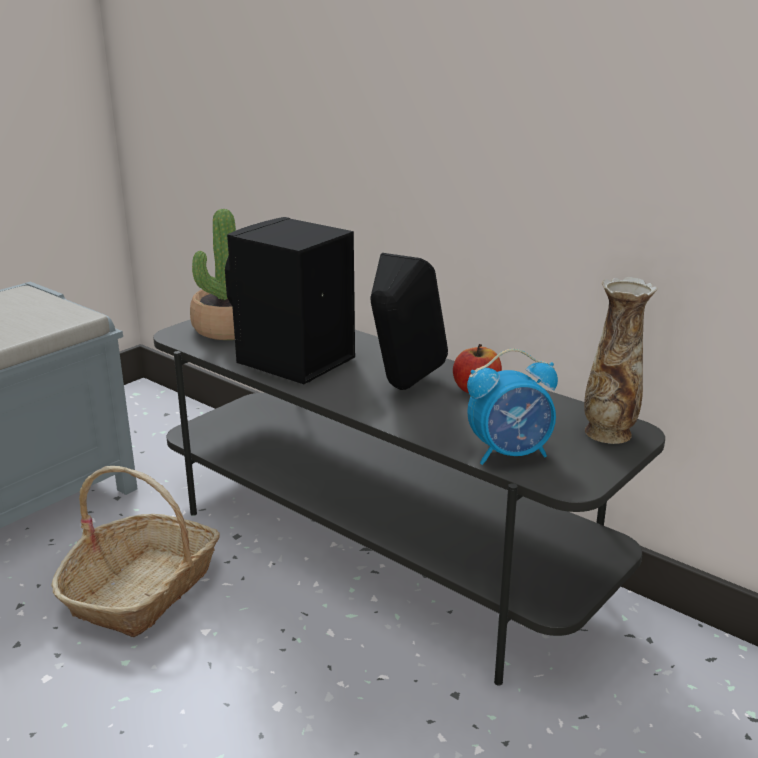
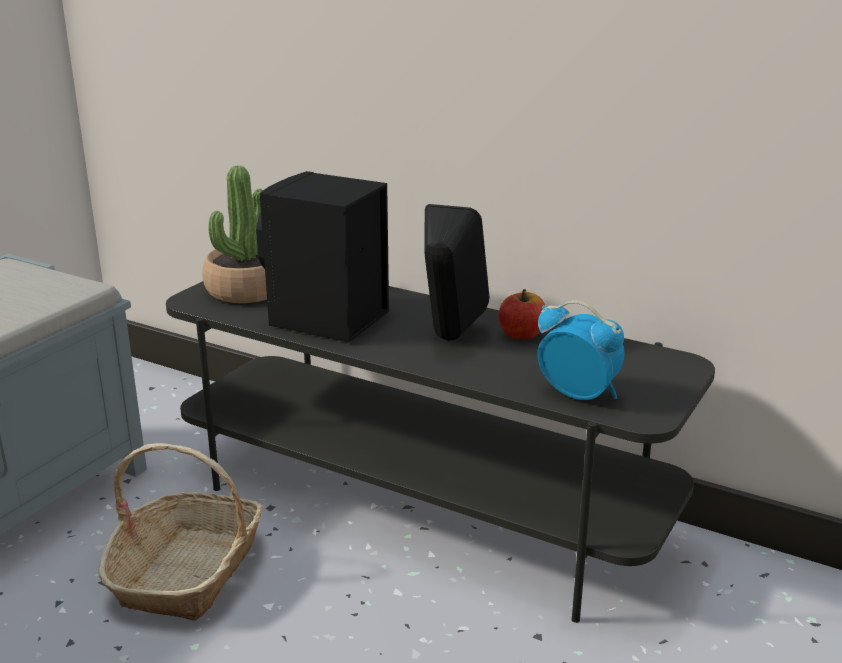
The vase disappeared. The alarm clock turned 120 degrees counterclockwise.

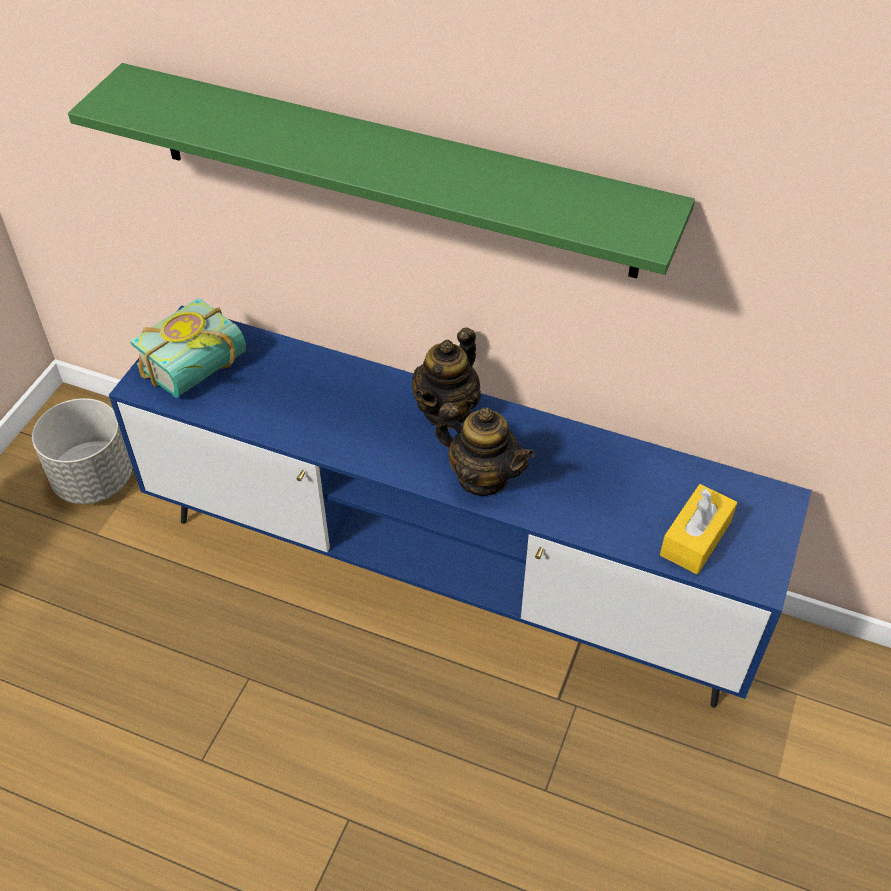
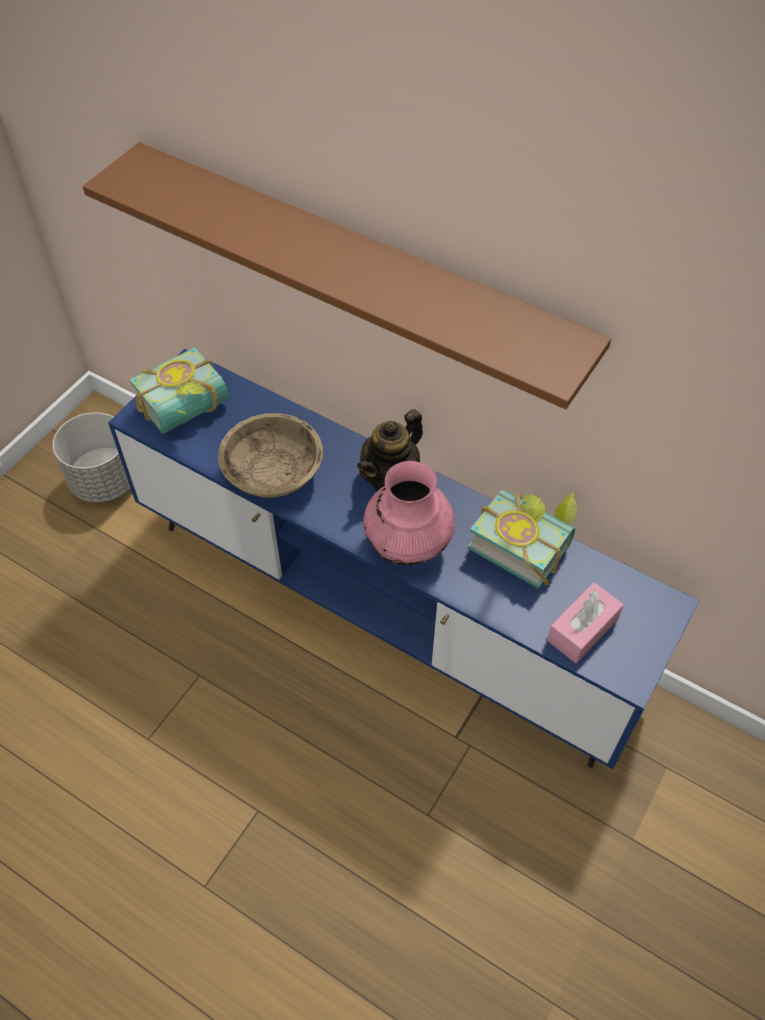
The green shelf became the brown shelf. The teapot (2nd from left) was replaced by the pink vase. The yellow tissue box became the pink tissue box. The beige bowl appeared. The book (2nd from left) appeared.

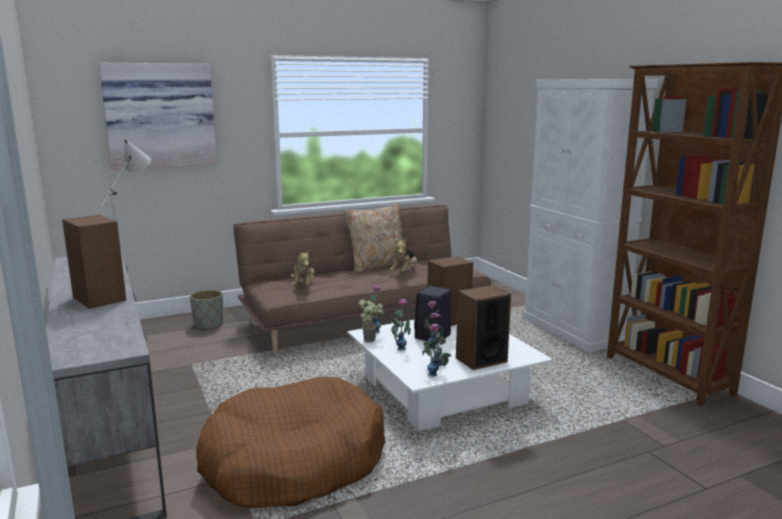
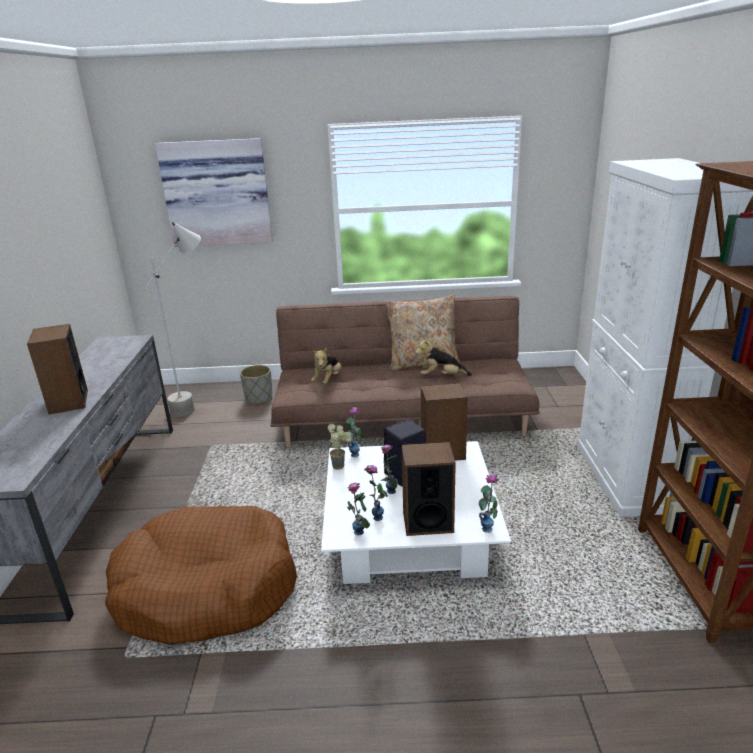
The plush toy (2nd from left) turned 45 degrees clockwise. The vase (2nd from left in the first image) moved.

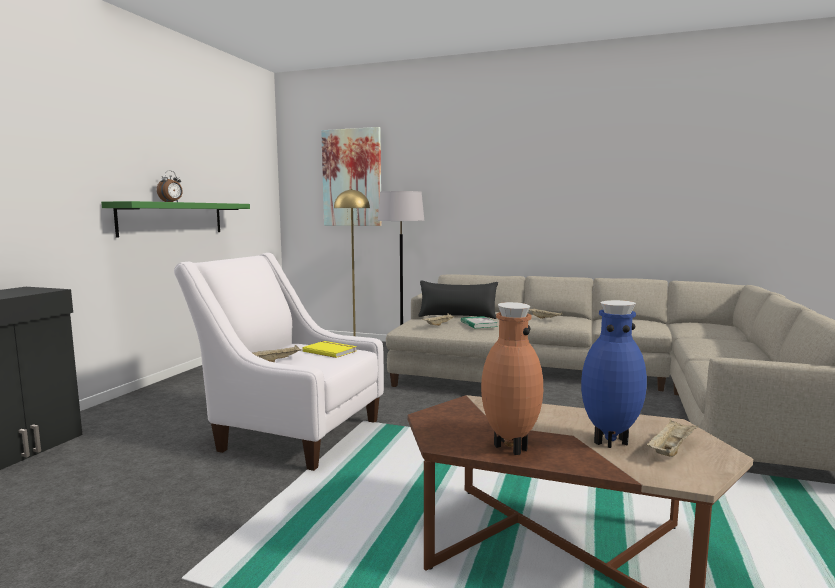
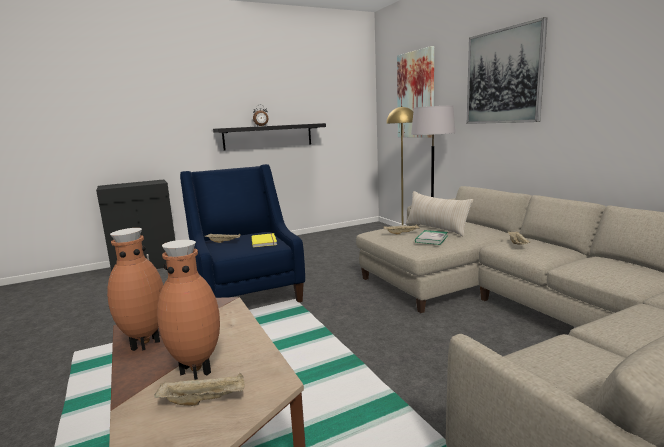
The green shelf became the black shelf. The white armchair became the blue armchair. The black pillow became the beige pillow. The blue vase became the brown vase (2nd from left). The picture (2nd from left) appeared.

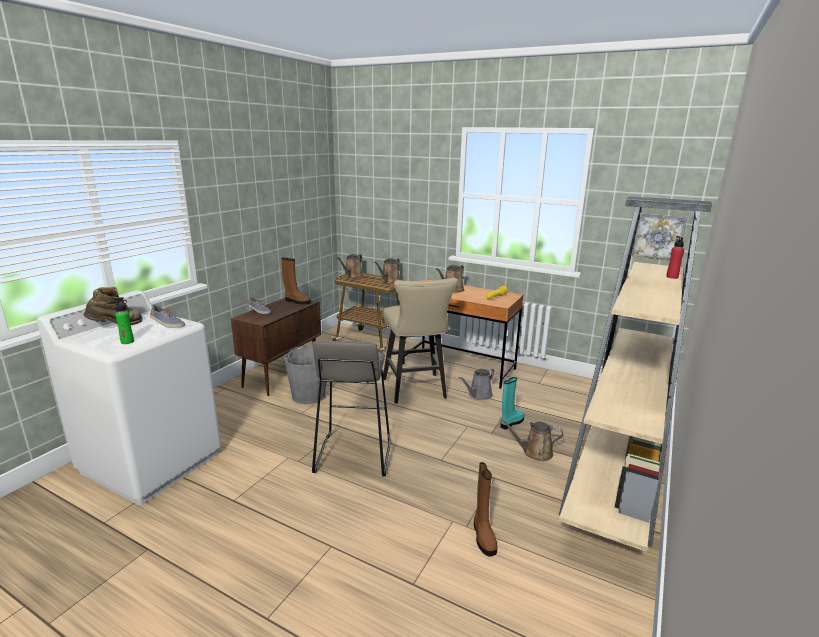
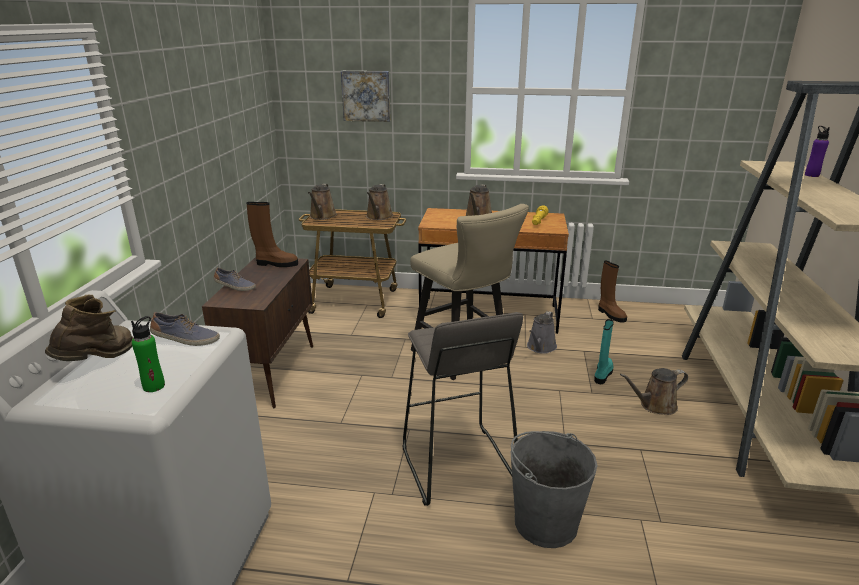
The picture moved. The red bottle became the purple bottle. The grey bucket moved. The brown boot (3rd from left) moved.

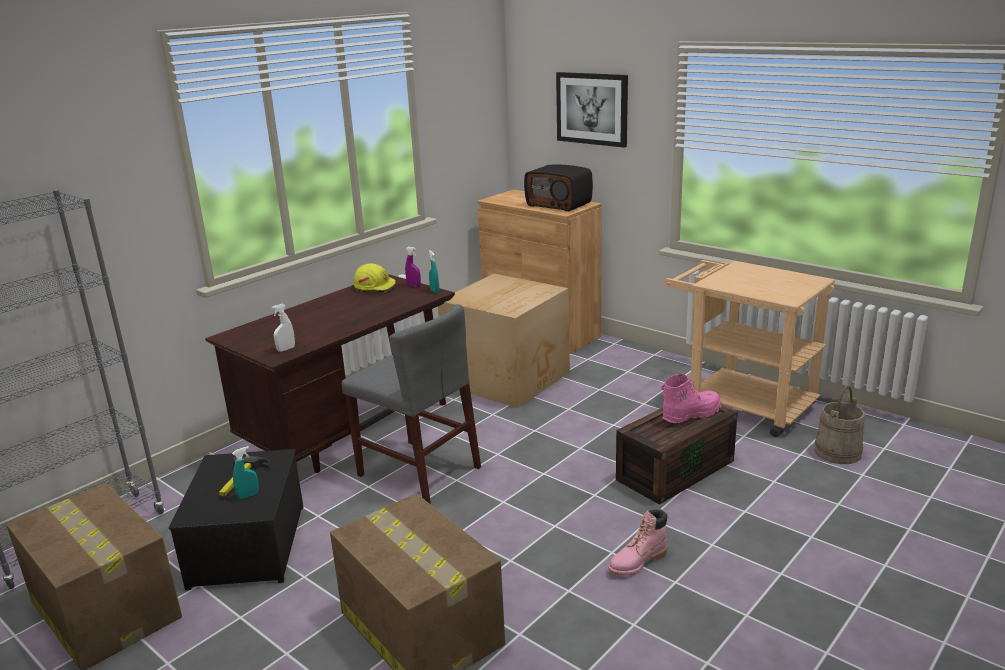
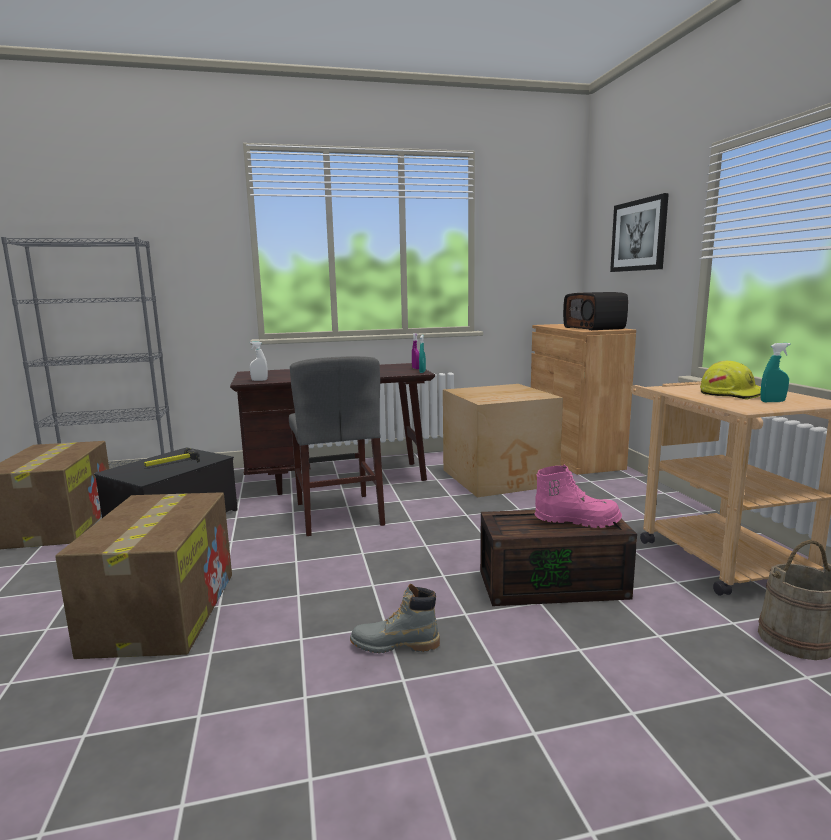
The yellow hard hat moved. The turquoise spray bottle (1st from left in the first image) moved. The pink boot (1st from left) became the grey boot.

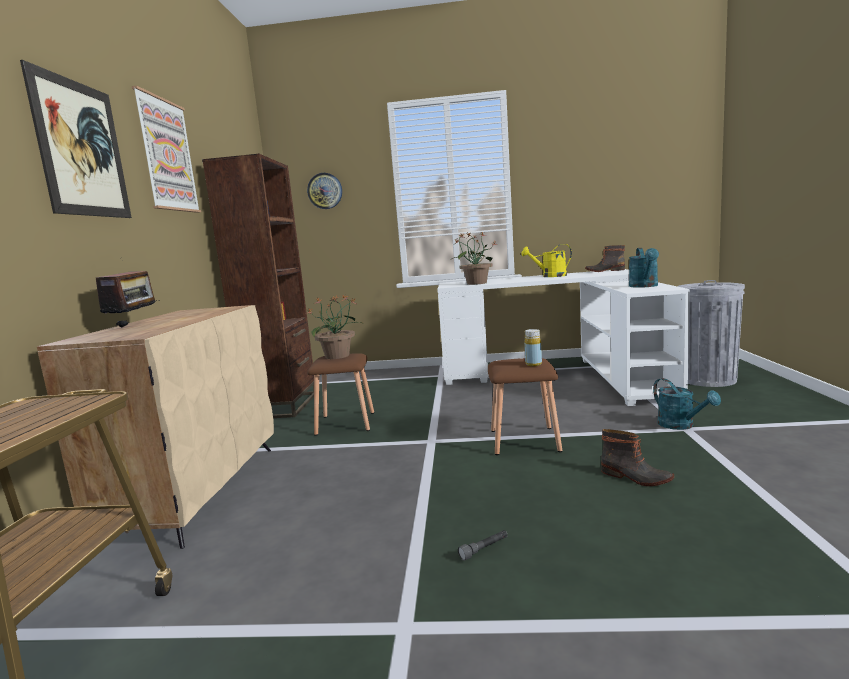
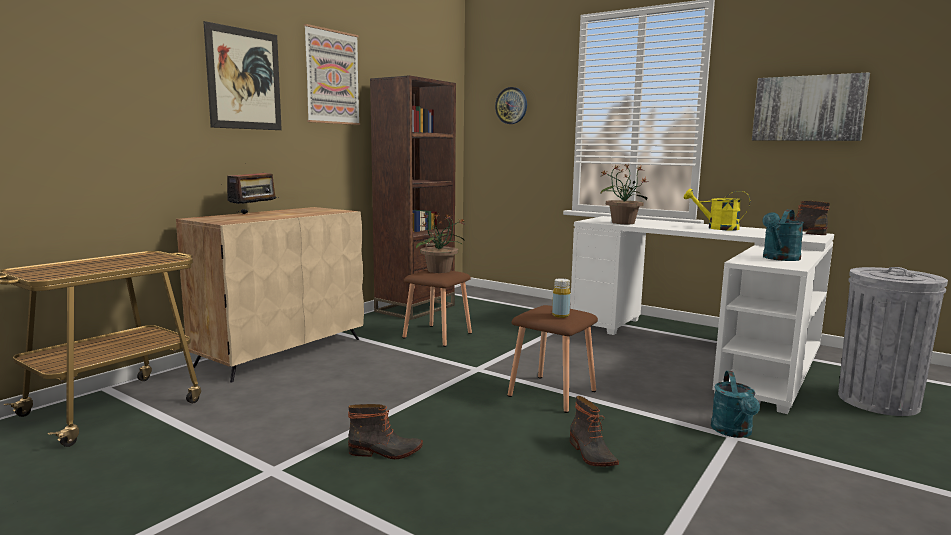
The grey flashlight was replaced by the boot (1st from left). The picture (3rd from left) appeared.

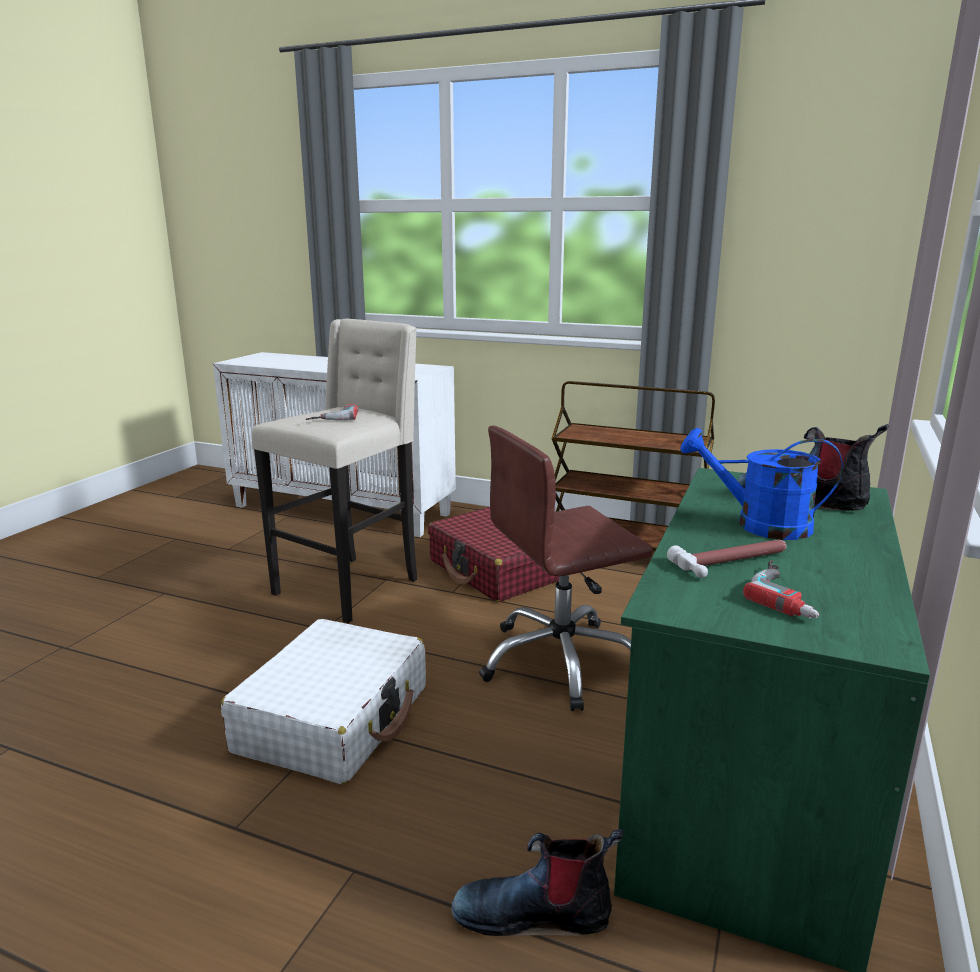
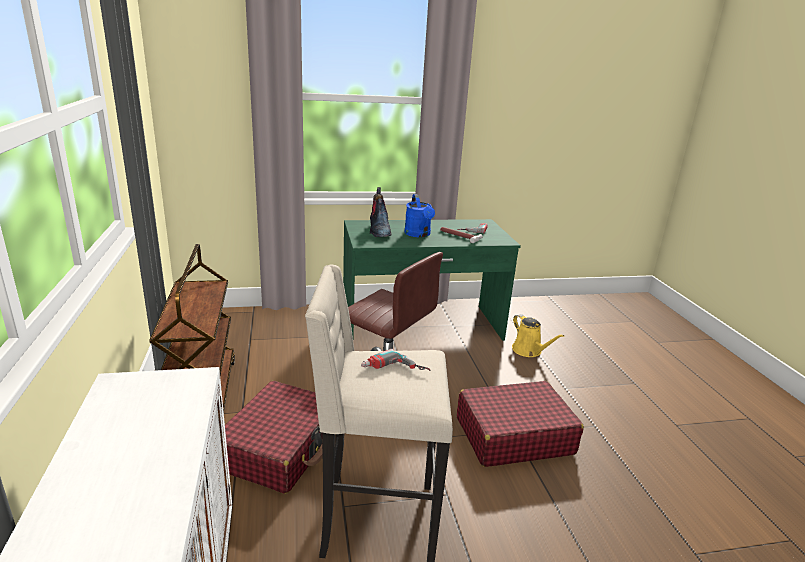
The white suitcase became the red suitcase (2nd from left). The boot (1st from left) was replaced by the yellow watering can.

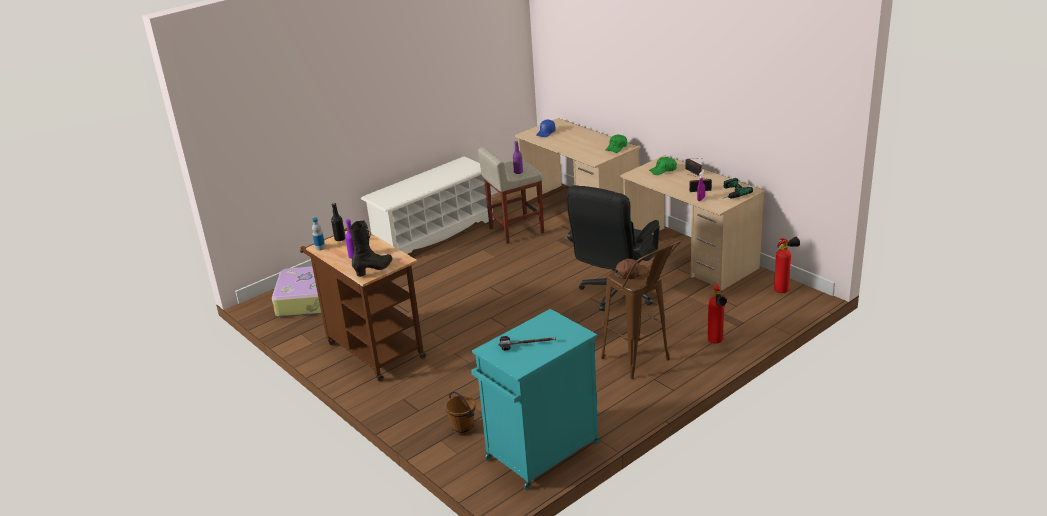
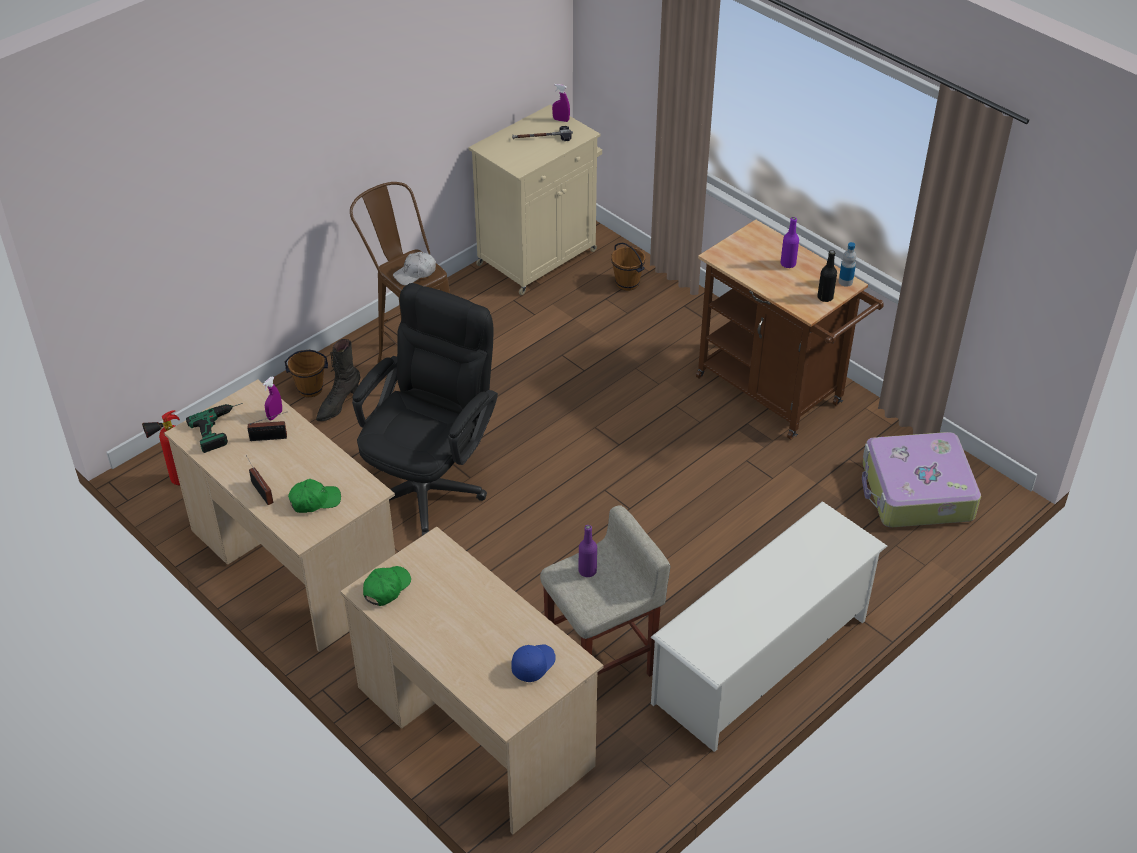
The black boot moved. The brown cap became the white cap. The fire extinguisher (1st from left) was replaced by the brown bucket (1st from left). The turquoise cabinet became the beige cabinet. The purple spray bottle (2nd from left) appeared.

